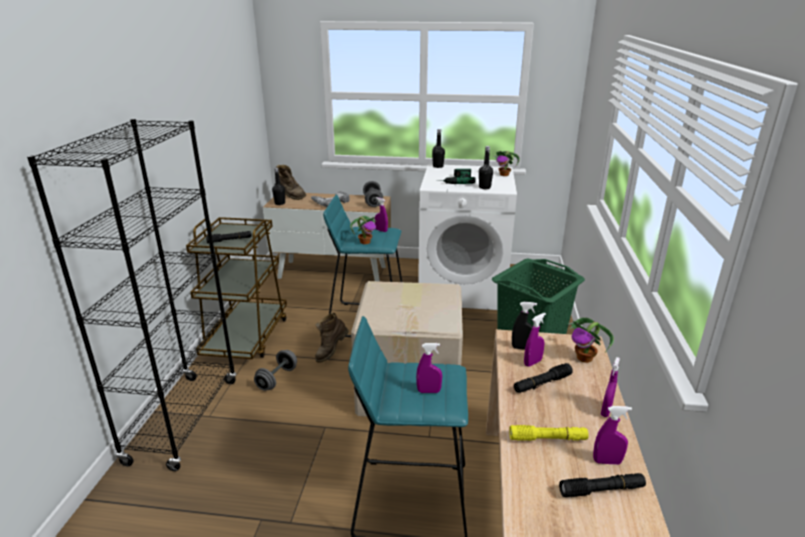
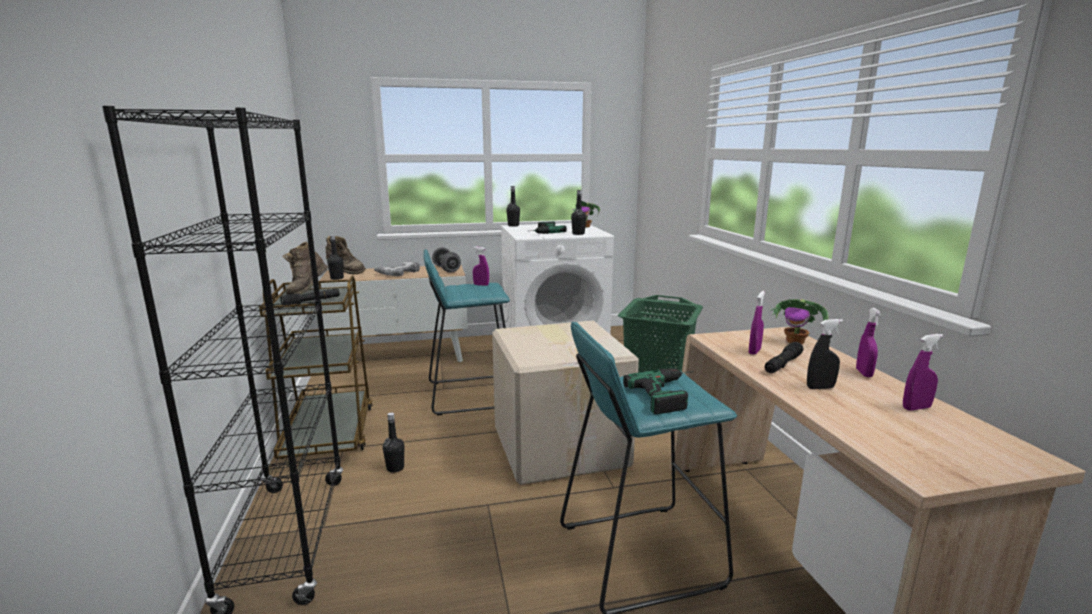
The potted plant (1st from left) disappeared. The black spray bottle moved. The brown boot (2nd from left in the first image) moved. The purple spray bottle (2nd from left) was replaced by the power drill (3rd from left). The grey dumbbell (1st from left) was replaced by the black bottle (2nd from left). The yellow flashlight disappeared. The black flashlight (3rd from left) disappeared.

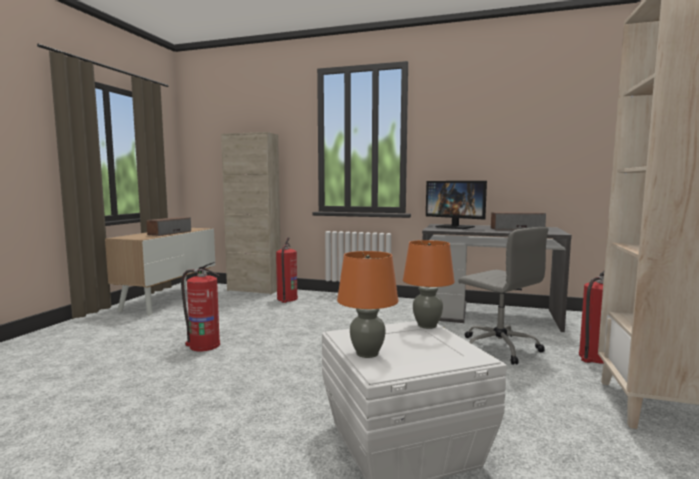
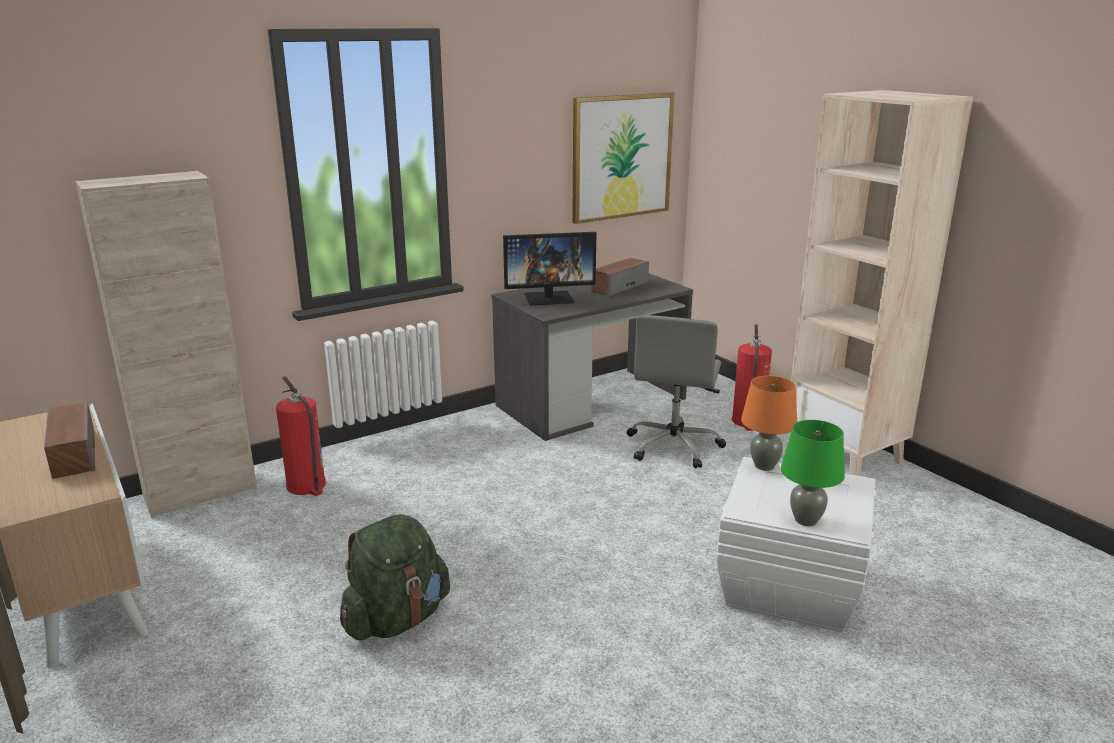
The grey office chair turned 105 degrees clockwise. The orange table lamp (1st from left) became the green table lamp. The fire extinguisher (1st from left) was replaced by the green backpack. The picture appeared.

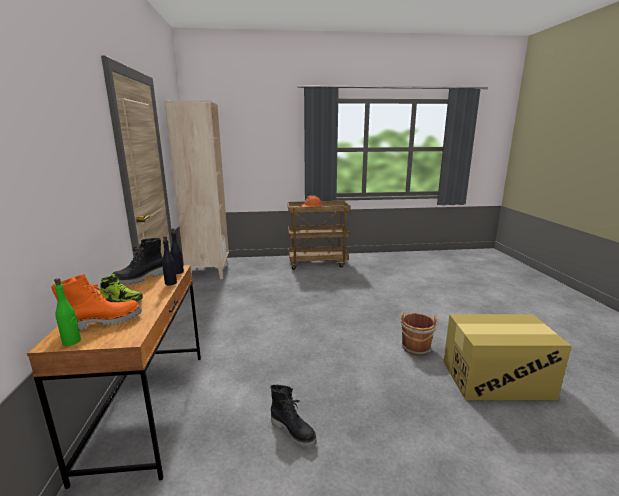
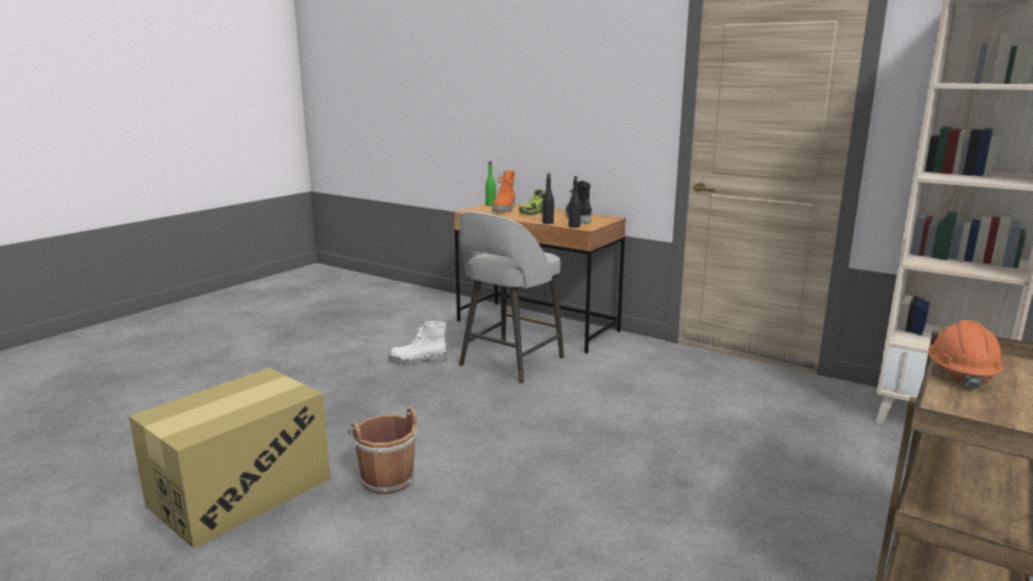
The black boot (2nd from left) became the white boot. The grey stool appeared.

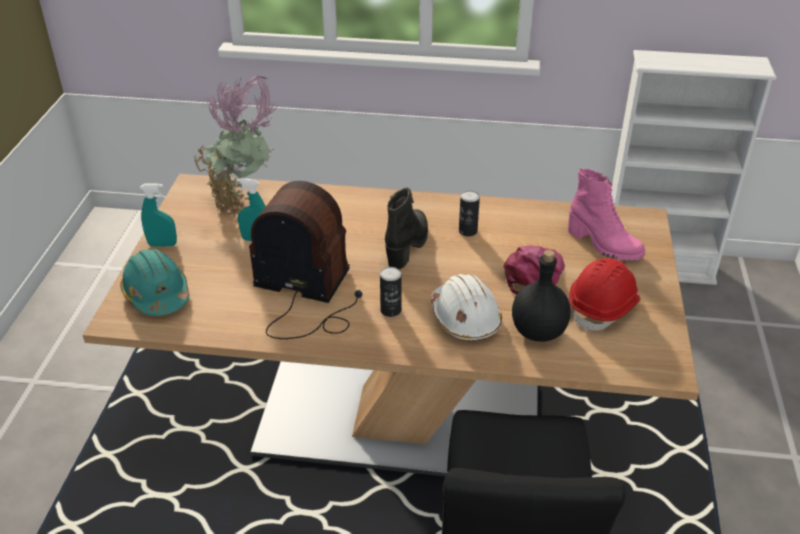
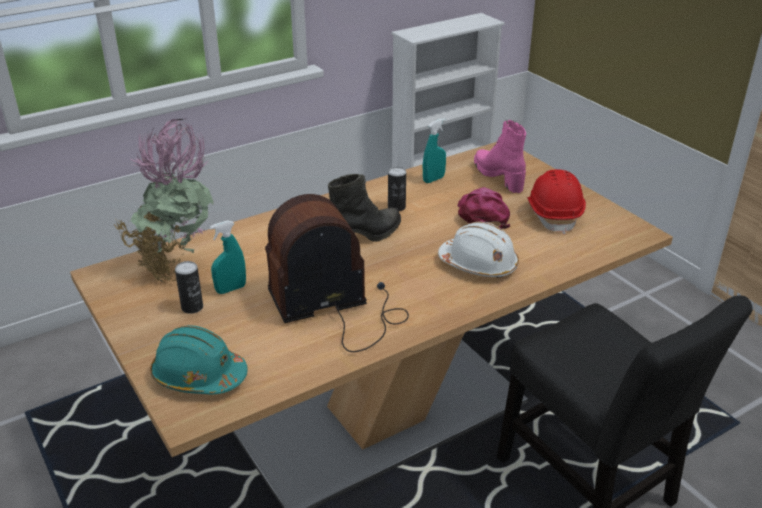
The pink boot turned 120 degrees counterclockwise. The turquoise spray bottle (1st from left in the first image) moved. The black boot turned 75 degrees clockwise. The black bottle disappeared. The can (1st from left) moved.

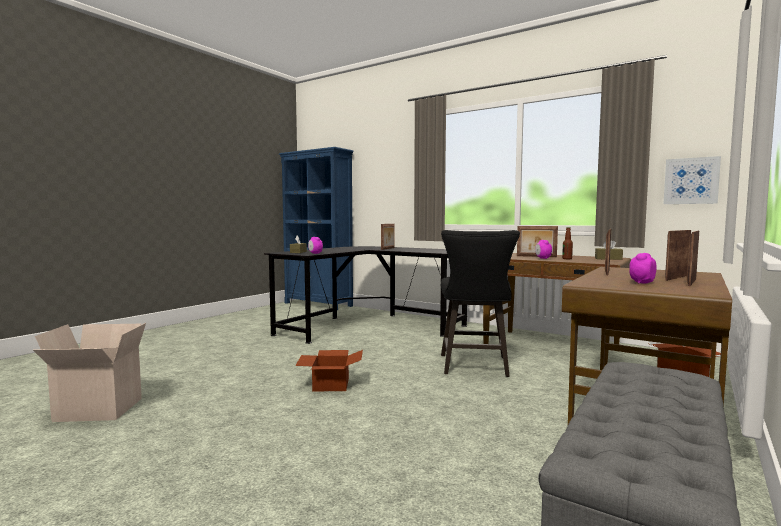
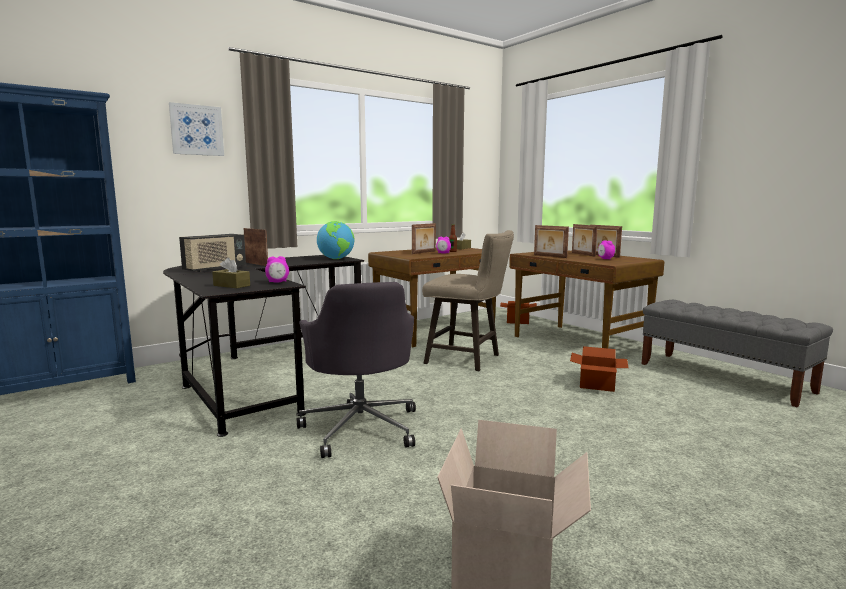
The picture moved. The black stool became the beige stool. The cardboard box (2nd from left in the first image) moved. The globe appeared. The radio appeared. The grey office chair appeared.

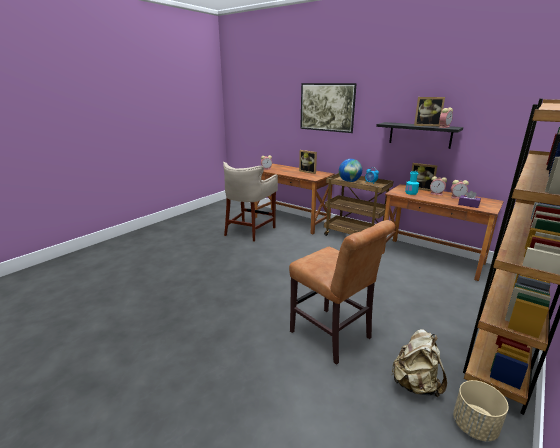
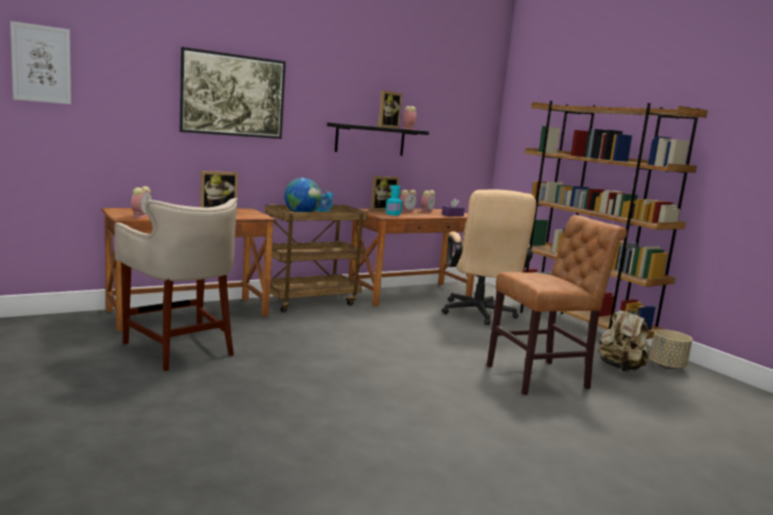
The picture (1st from left) appeared. The beige office chair appeared.

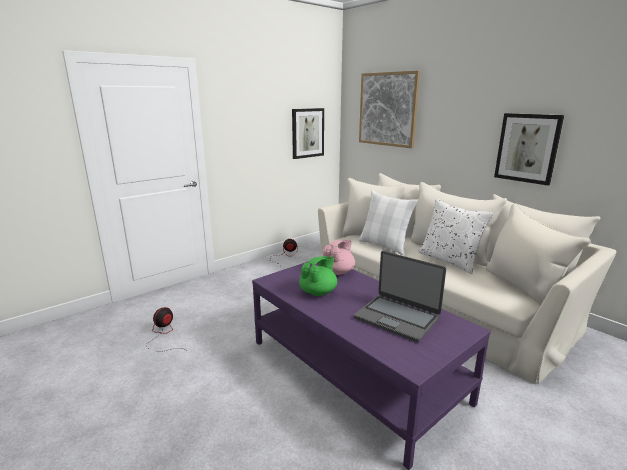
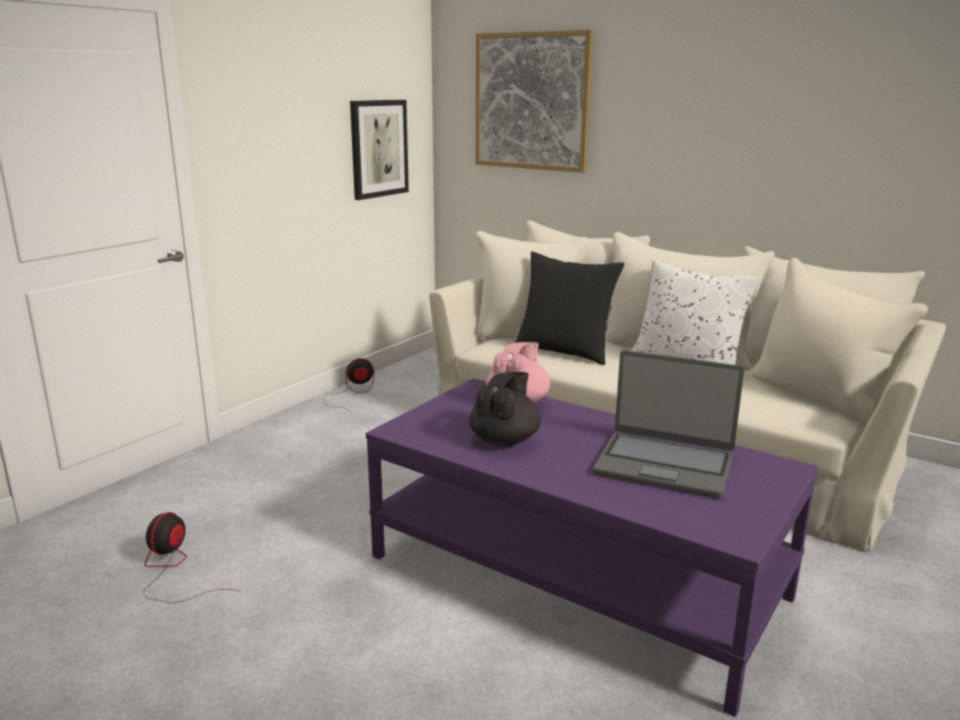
The picture (3rd from left) disappeared. The white pillow (1st from left) became the black pillow. The green teapot became the black teapot.

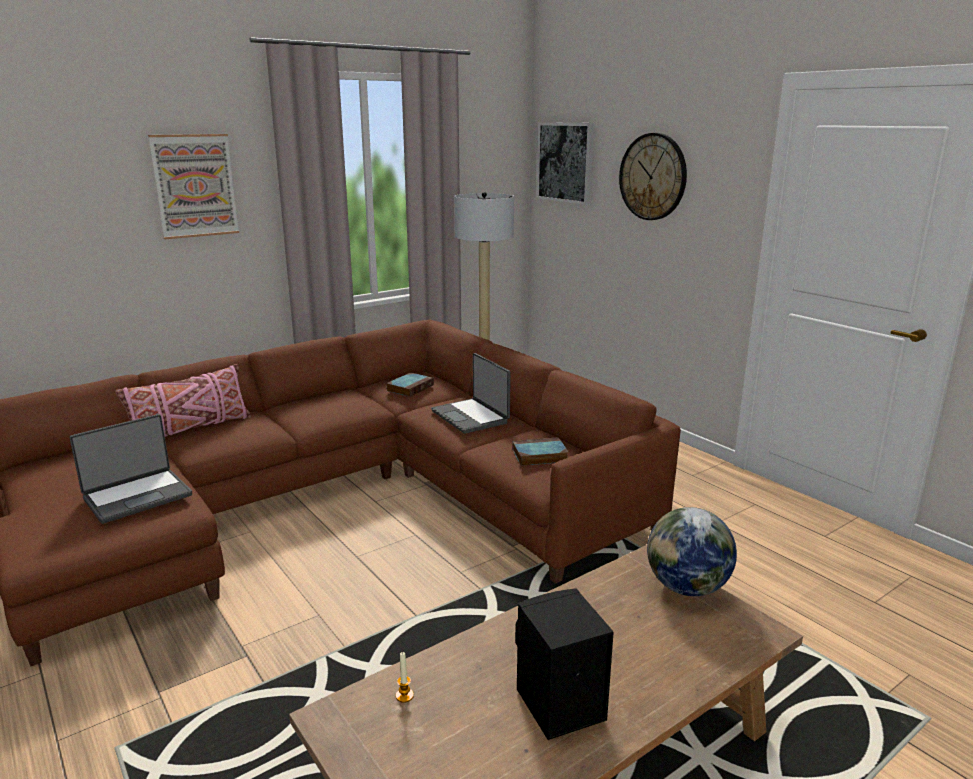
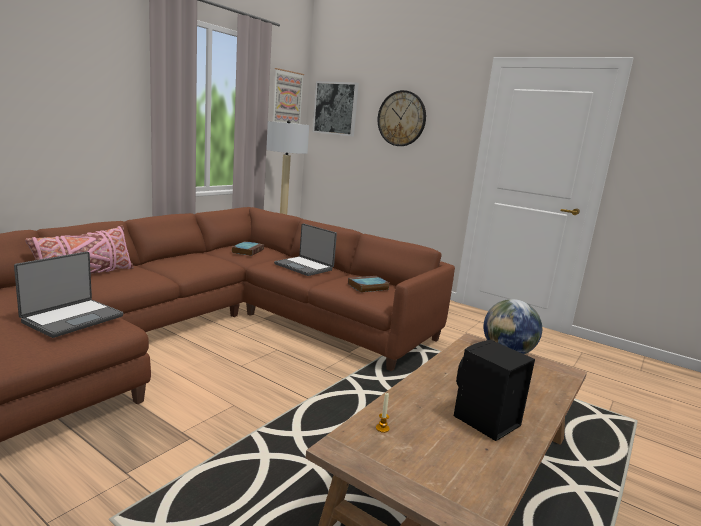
The picture (1st from left) moved.

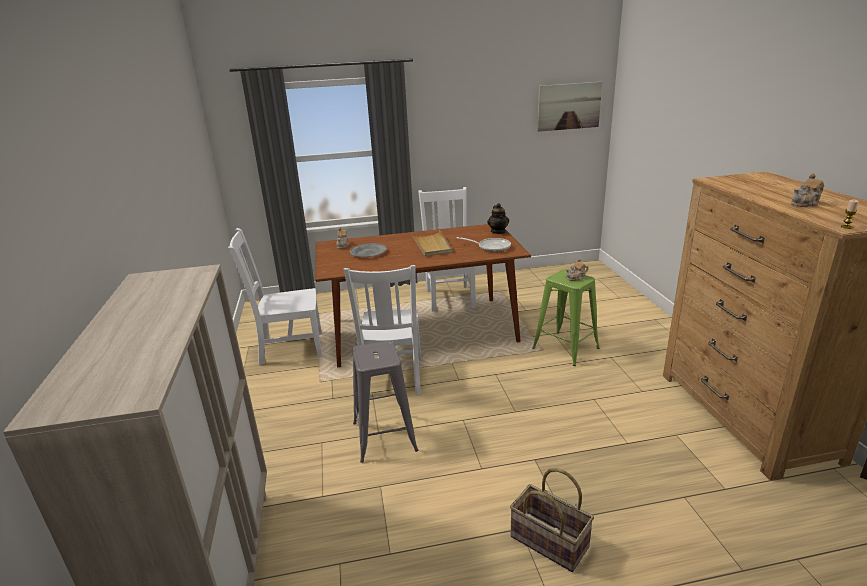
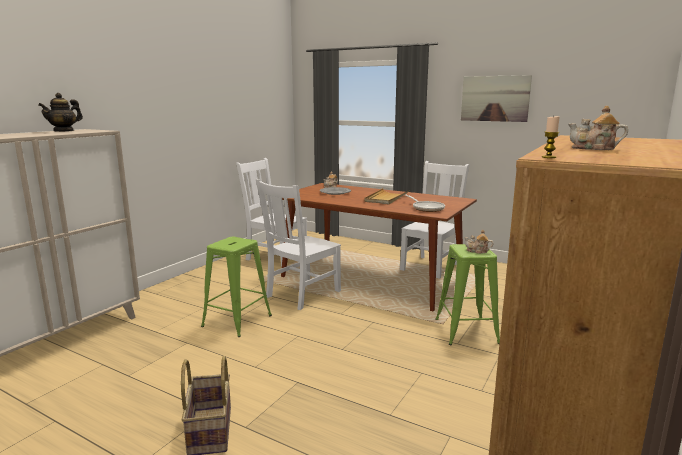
The picture moved. The teapot (2nd from left in the first image) moved. The grey stool became the green stool (1st from left).

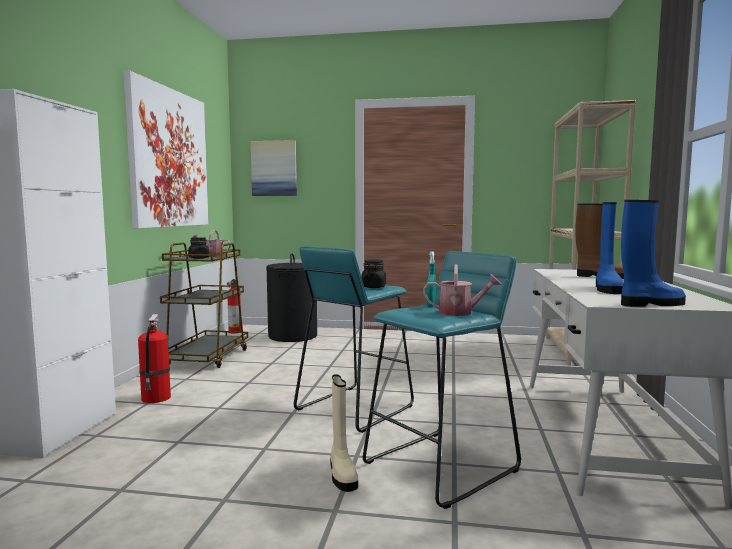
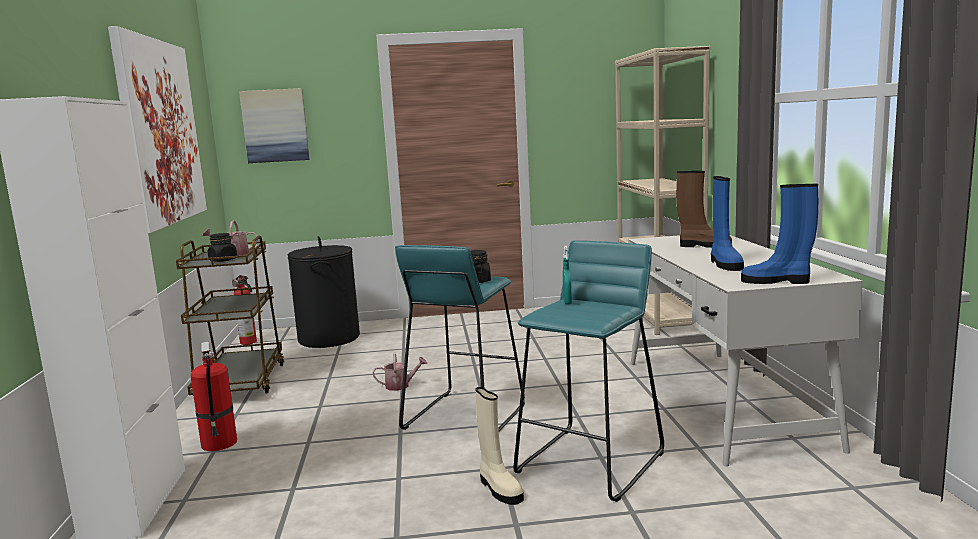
The blue boot (2nd from left) turned 135 degrees counterclockwise. The watering can (2nd from left) moved.

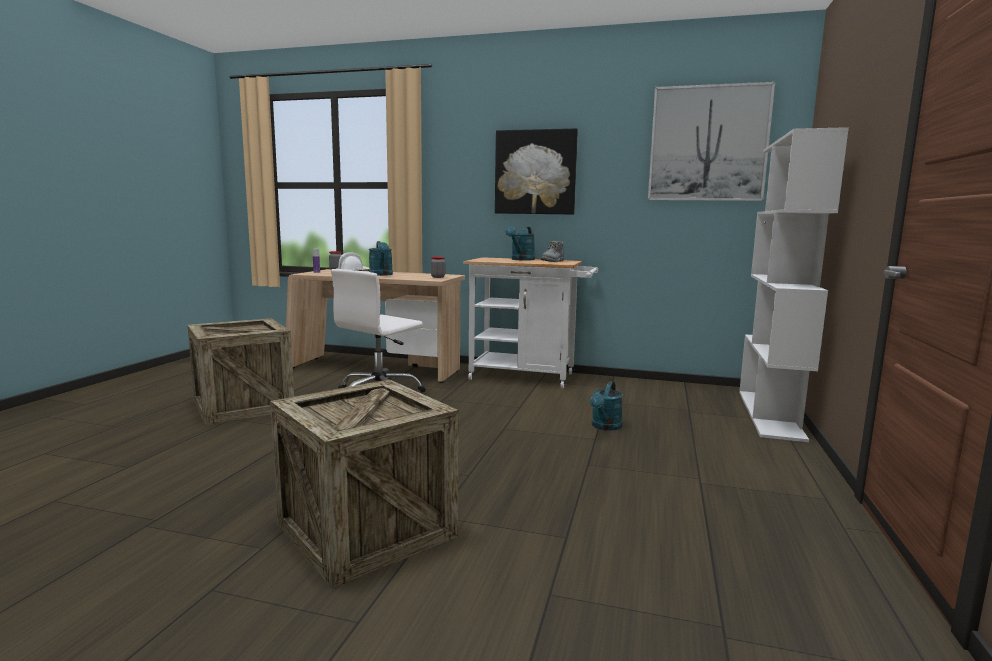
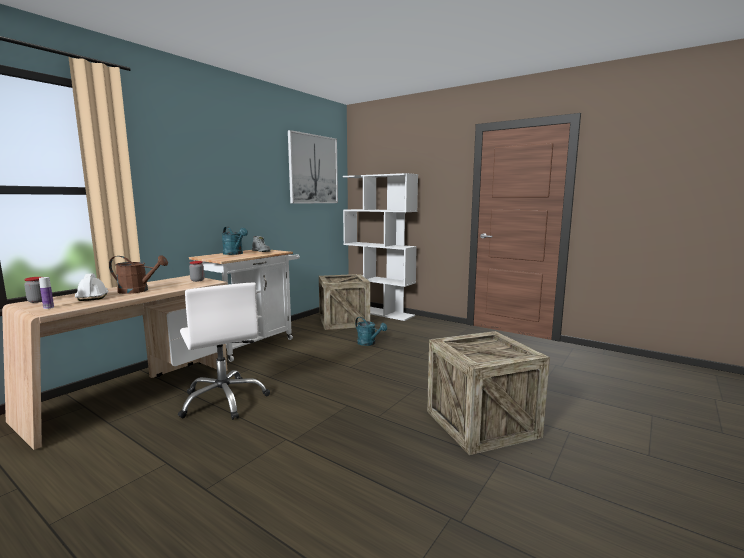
The picture (1st from left) disappeared. The turquoise watering can (1st from left) became the brown watering can. The crate (1st from left) moved.

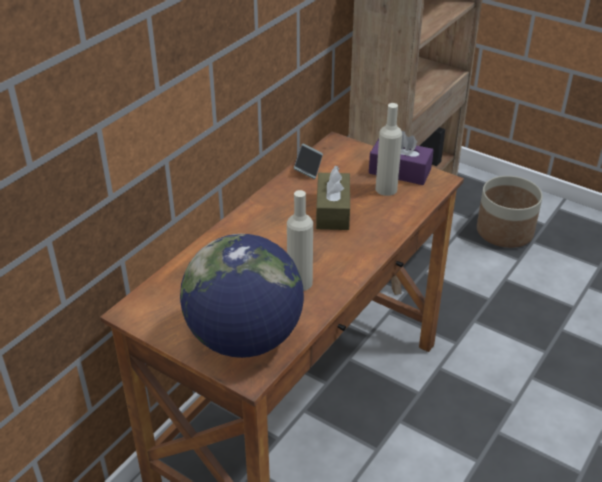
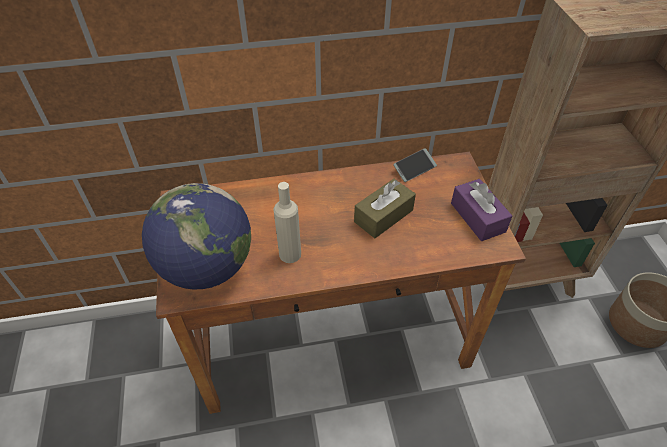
The beige bottle (2nd from left) disappeared.

